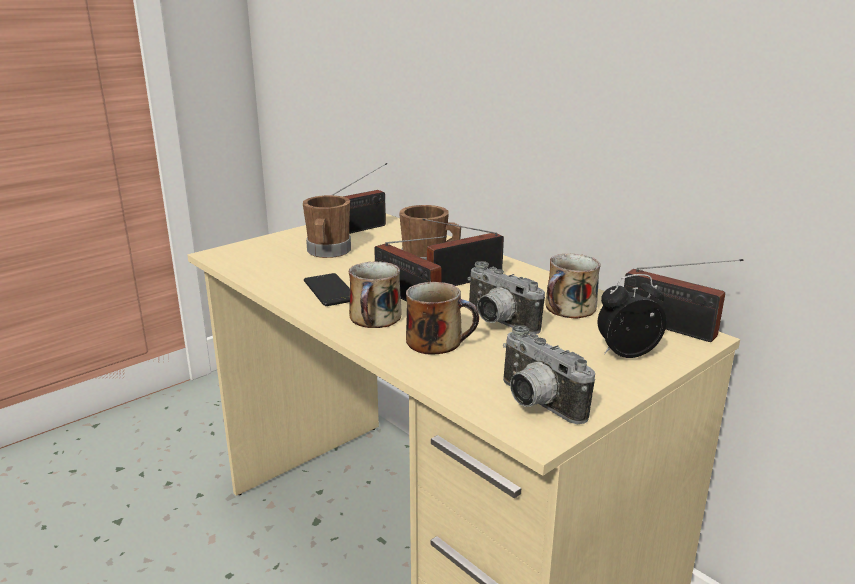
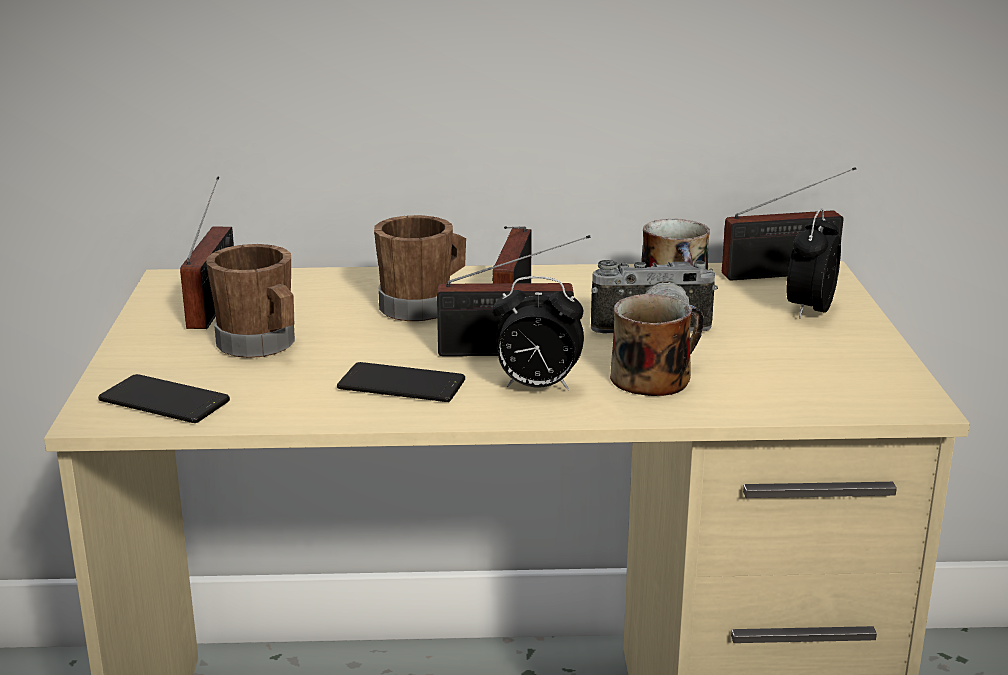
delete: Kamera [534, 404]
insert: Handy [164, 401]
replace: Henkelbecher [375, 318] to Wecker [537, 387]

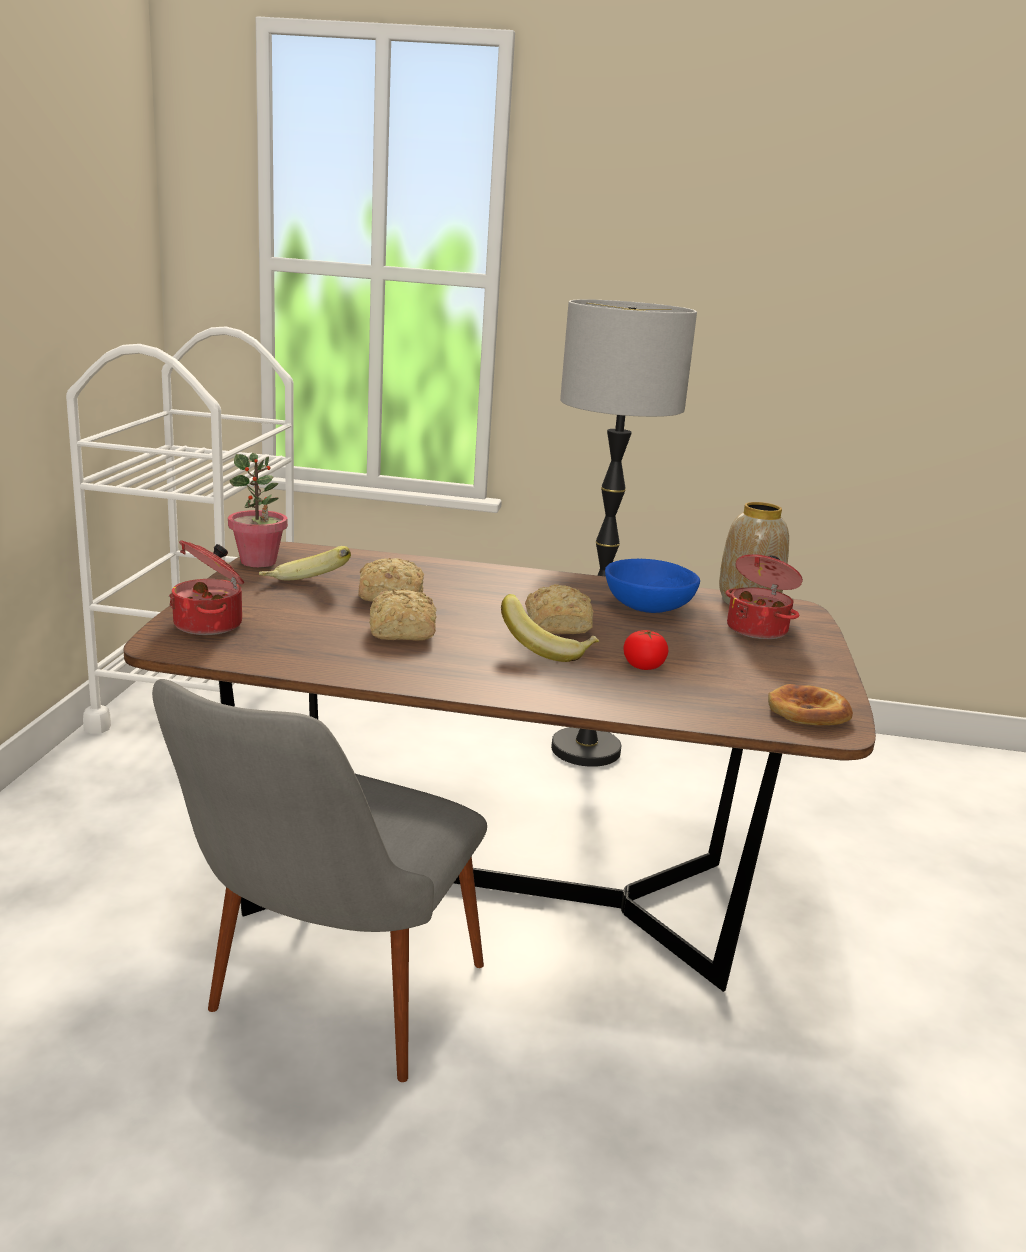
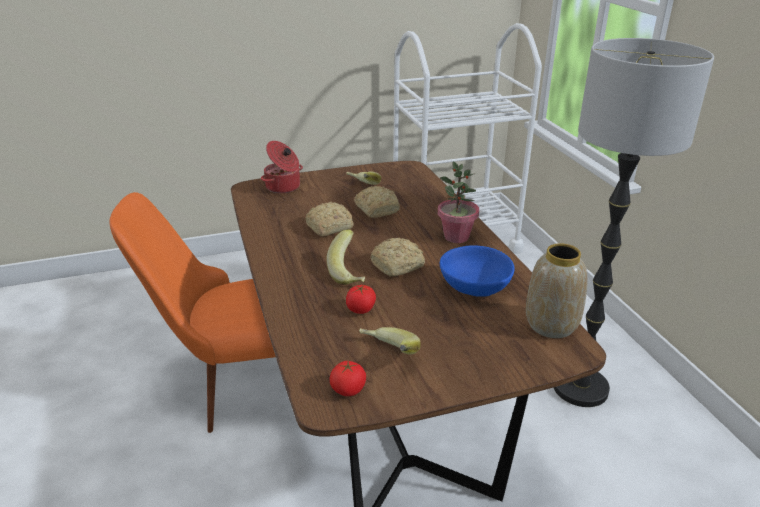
delete: Kochtopf [758, 629]
insert: Banane [387, 355]
move: Topfpflanze [258, 562] to [456, 237]
replace: Brot [807, 712] to Tomate [348, 390]
recolor: Stuhl [grau] [326, 1015] to Stuhl [orange] [238, 389]

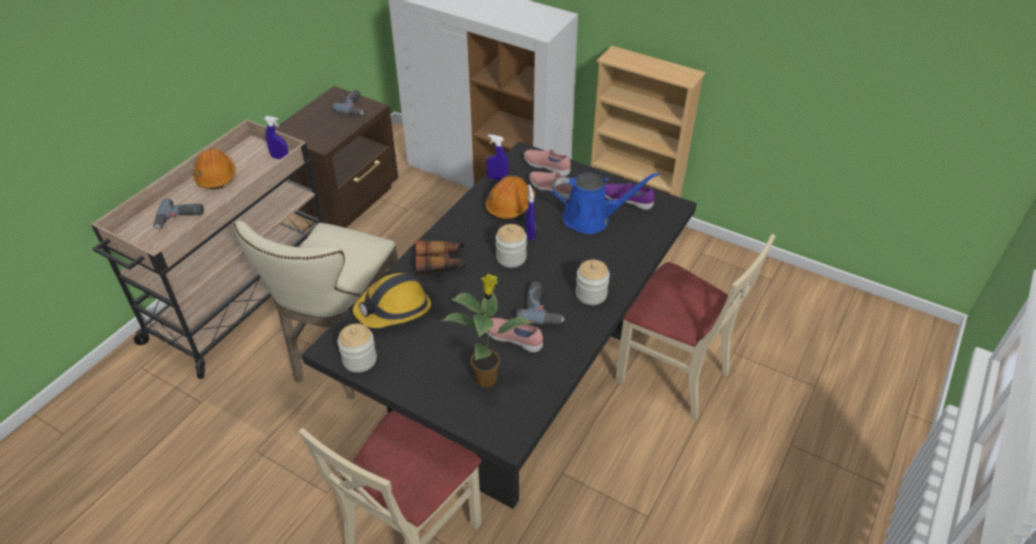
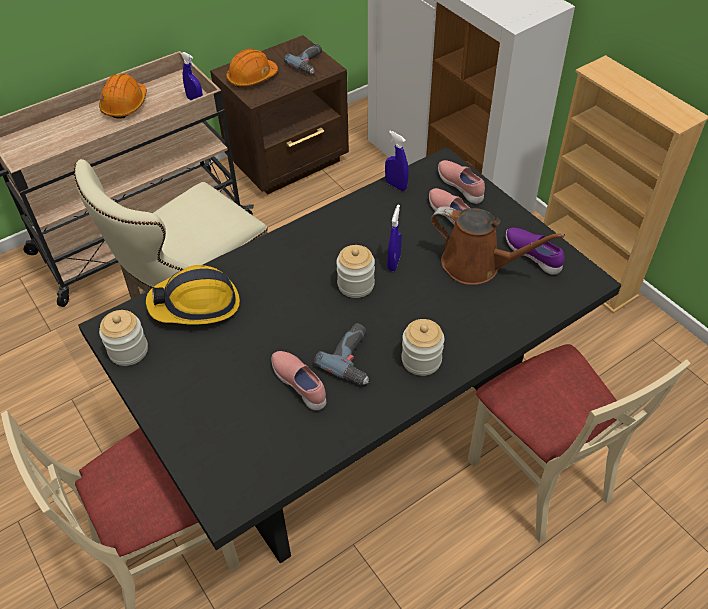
delete: Bohrmaschine [180, 219]; Fernglas [441, 263]; Topfpflanze [487, 377]
move: Schutzhelm [orange] [510, 205] to [252, 78]
recolor: Gießkanne [blau] [591, 218] to Gießkanne [braun] [476, 265]

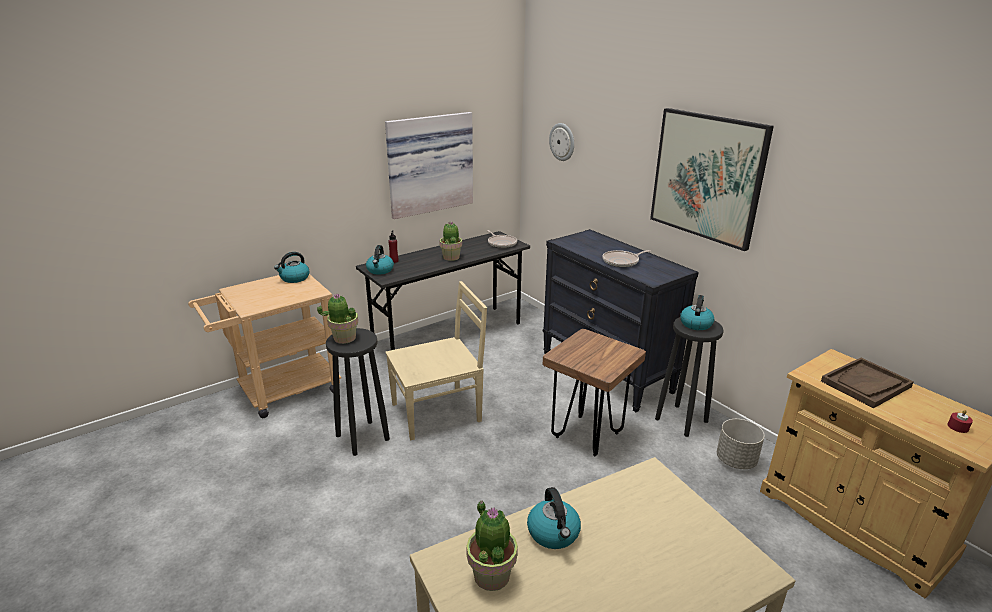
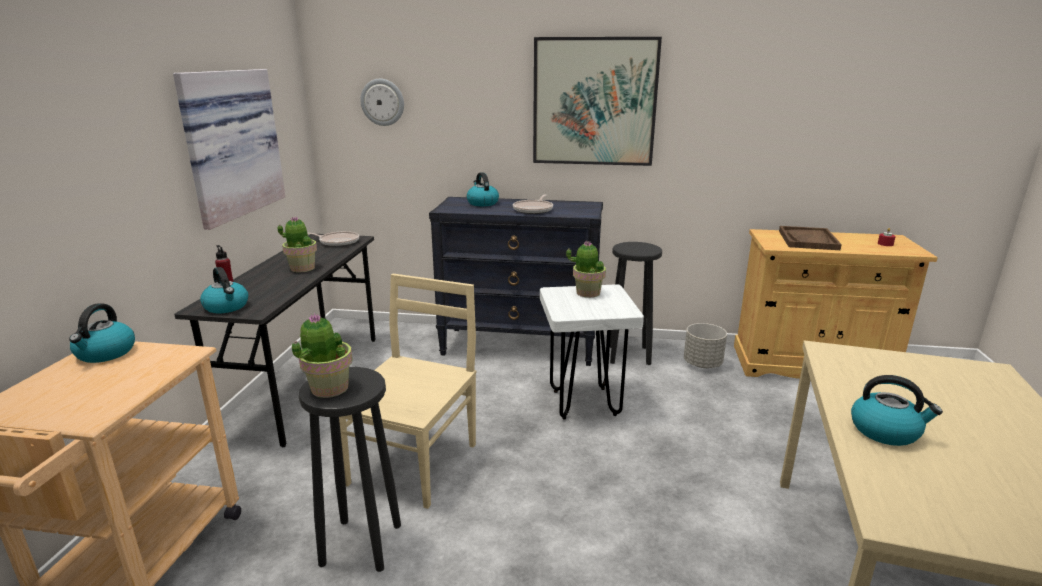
move: Topfpflanze [492, 574] to [587, 293]; Wasserkessel [695, 324] to [482, 203]
recolor: Hocker [braun] [587, 435] to Hocker [weiß] [584, 403]

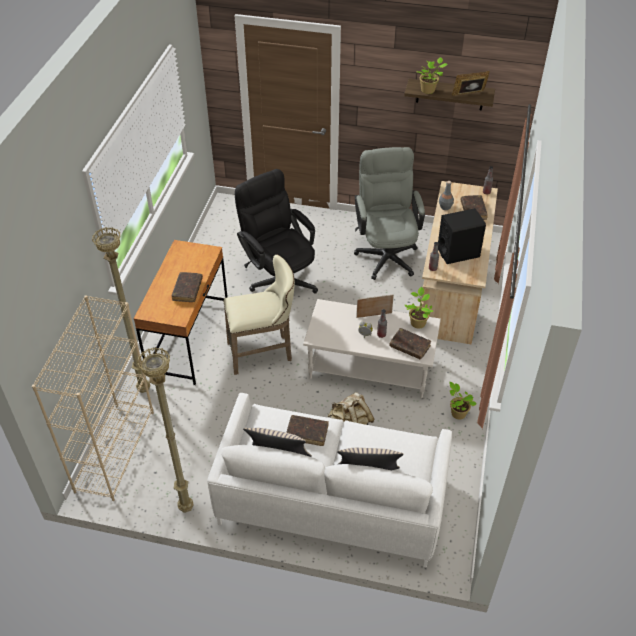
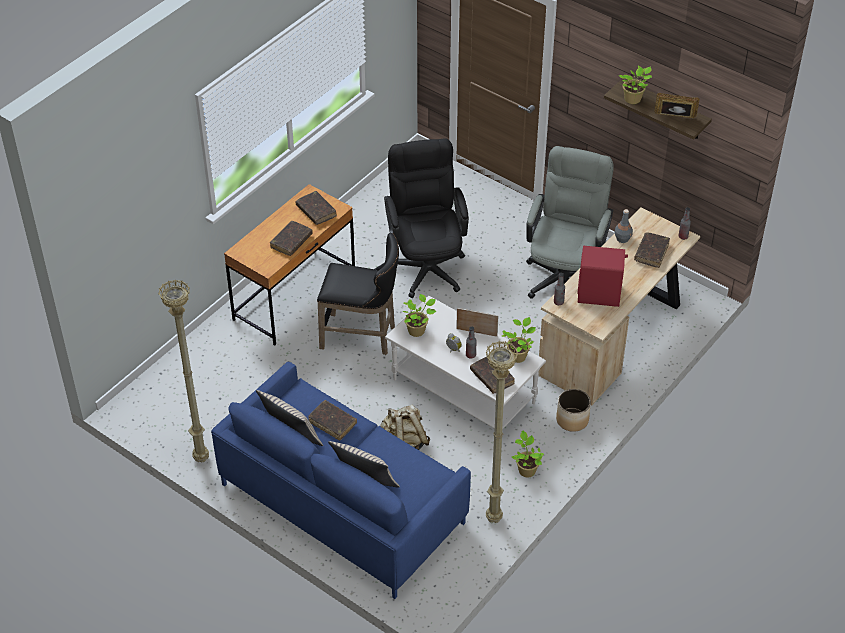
delete: Bücherregal [beige] [115, 450]
insert: Buch [braun] [316, 211]; Topfpflanze [417, 330]; Pflanzkübel [572, 420]
move: Stehlampe [beige] [143, 390] to [492, 519]
recolor: Sofa [weiß] [331, 499] to Sofa [blau] [342, 503]; Hocker [beige] [263, 353] to Hocker [schwarz] [362, 337]; Lautsprecher [schwarz] [458, 253] to Lautsprecher [rot] [599, 294]

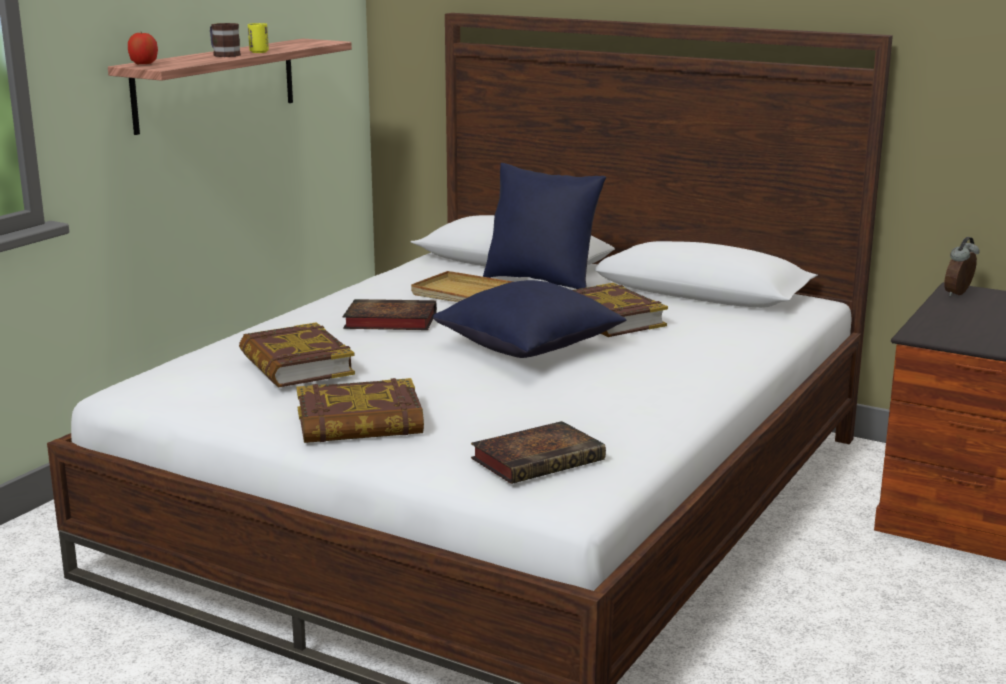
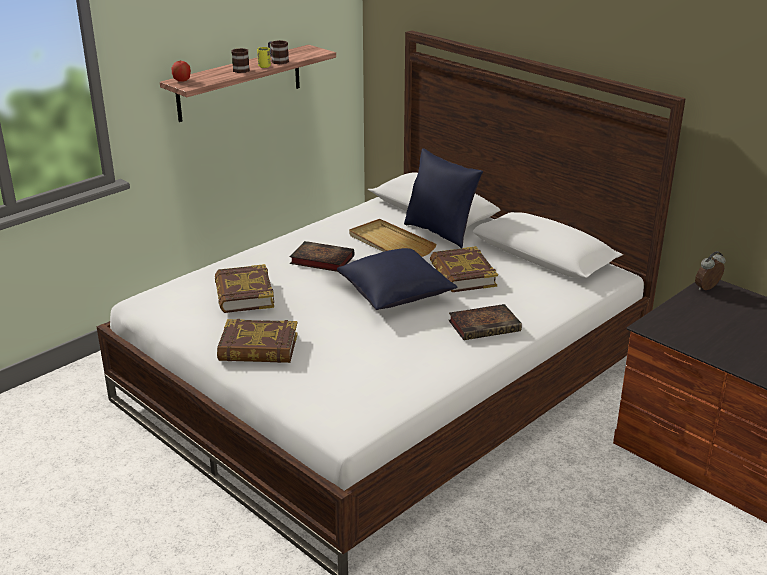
insert: Henkelbecher [277, 61]
move: Buch [539, 459] to [485, 325]

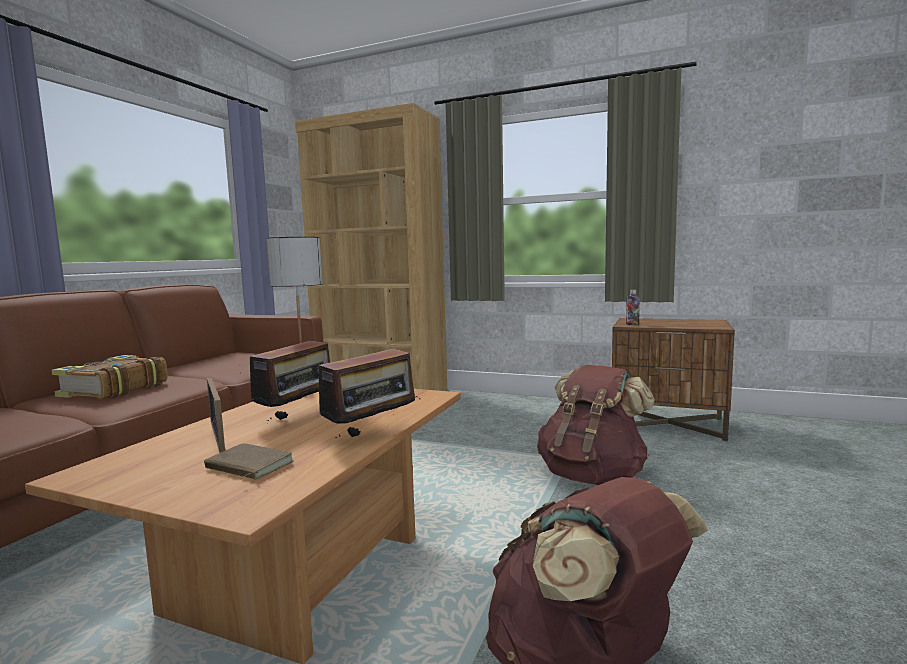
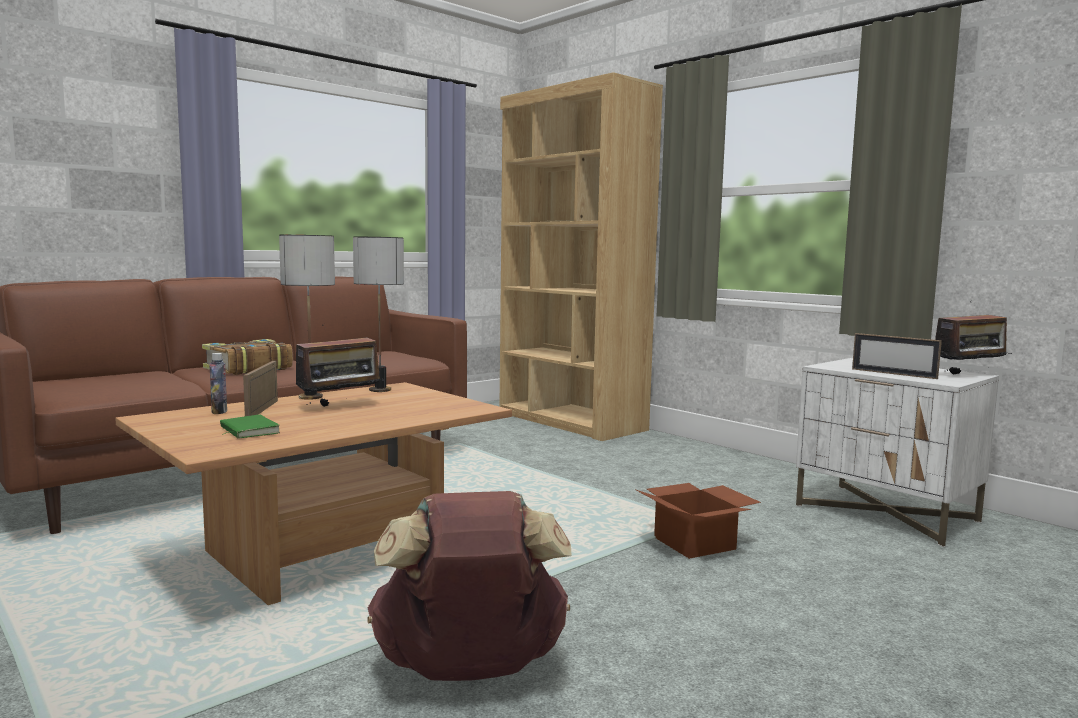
insert: Tischlampe [311, 397]; Bilderrahmen [893, 373]
move: Radio [372, 434] to [969, 375]; Flasche [632, 324] to [219, 412]
replace: Rucksack [braun] [592, 476] to Karton [697, 543]
recolor: Buch [braun] [247, 467] to Buch [grün] [247, 431]; Nachttisch [braun] [668, 424] to Nachttisch [weiß] [887, 514]

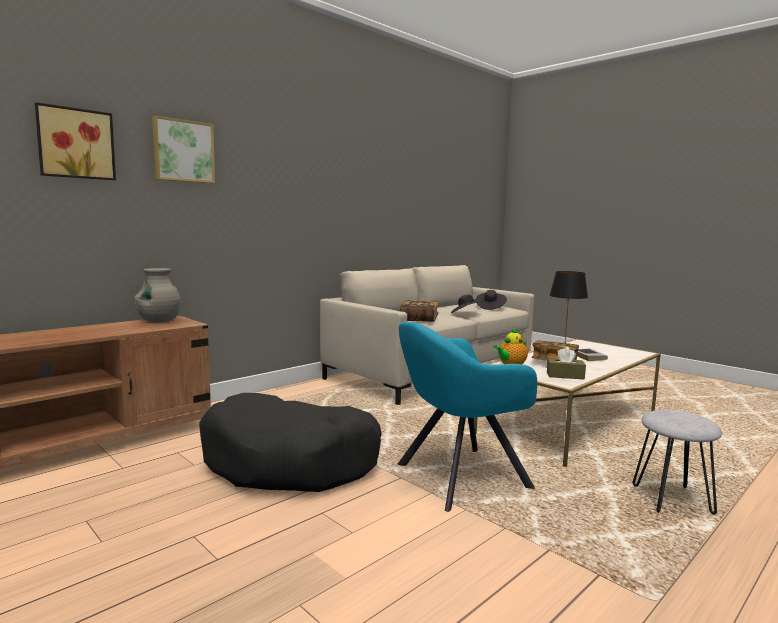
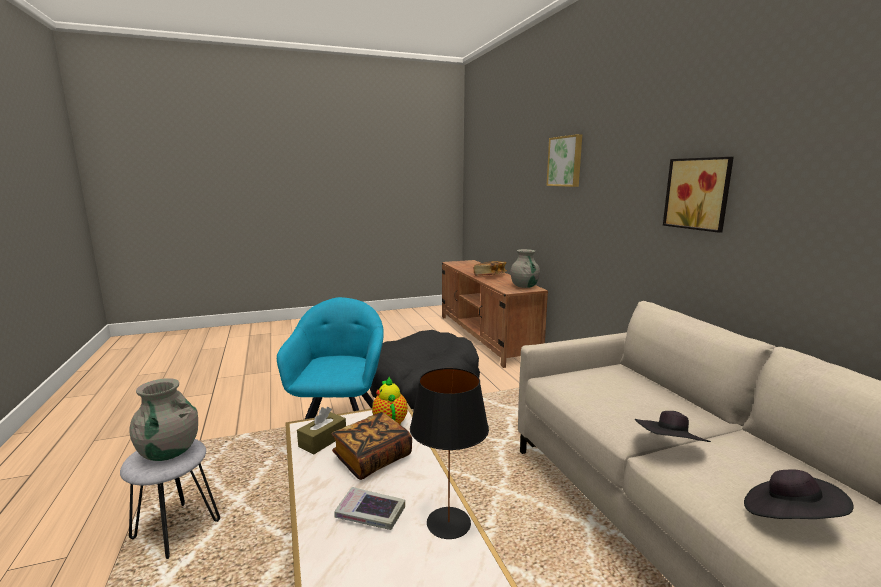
insert: Vase [grau] [169, 452]
move: Bild [75, 143] to [699, 193]; Buch [419, 319] to [490, 275]

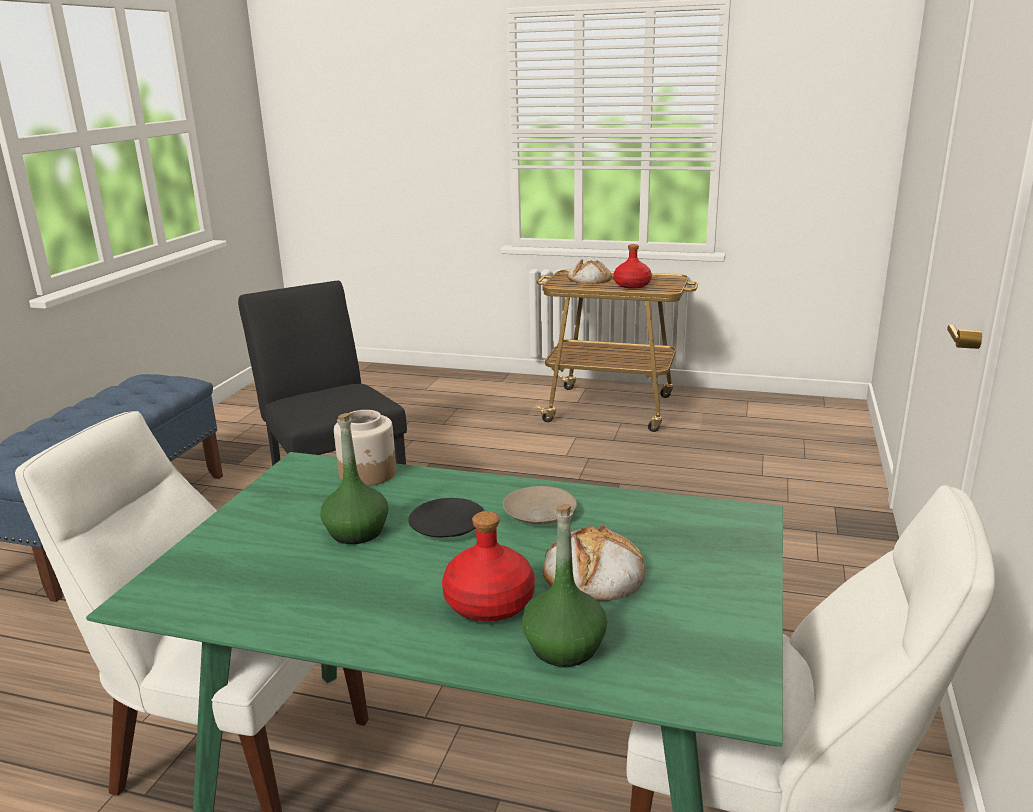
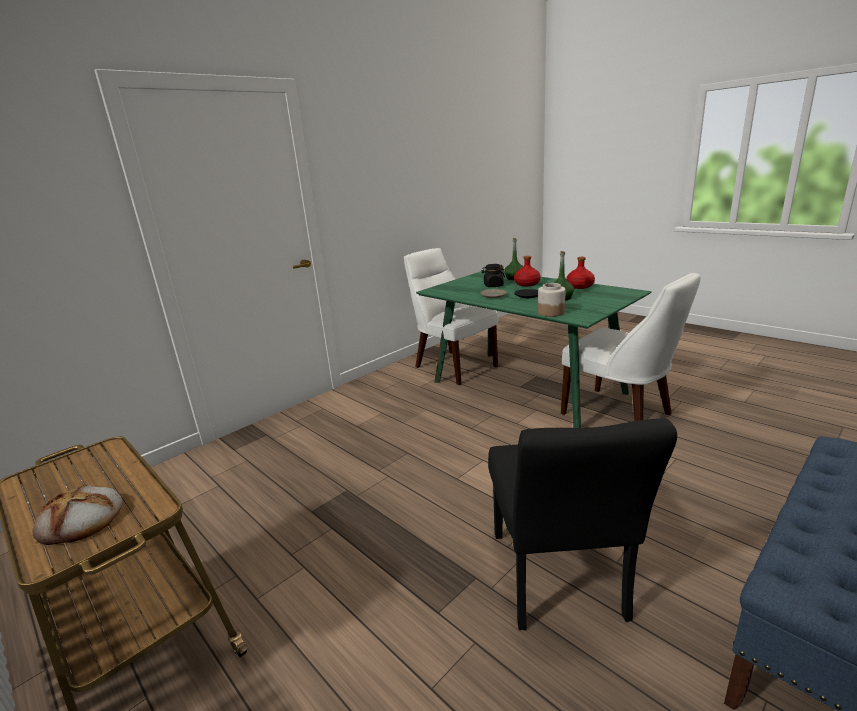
move: Flasche [rot] [632, 285] to [580, 286]
replace: Brot [592, 573] to Vorratsglas [schwarz] [493, 285]

